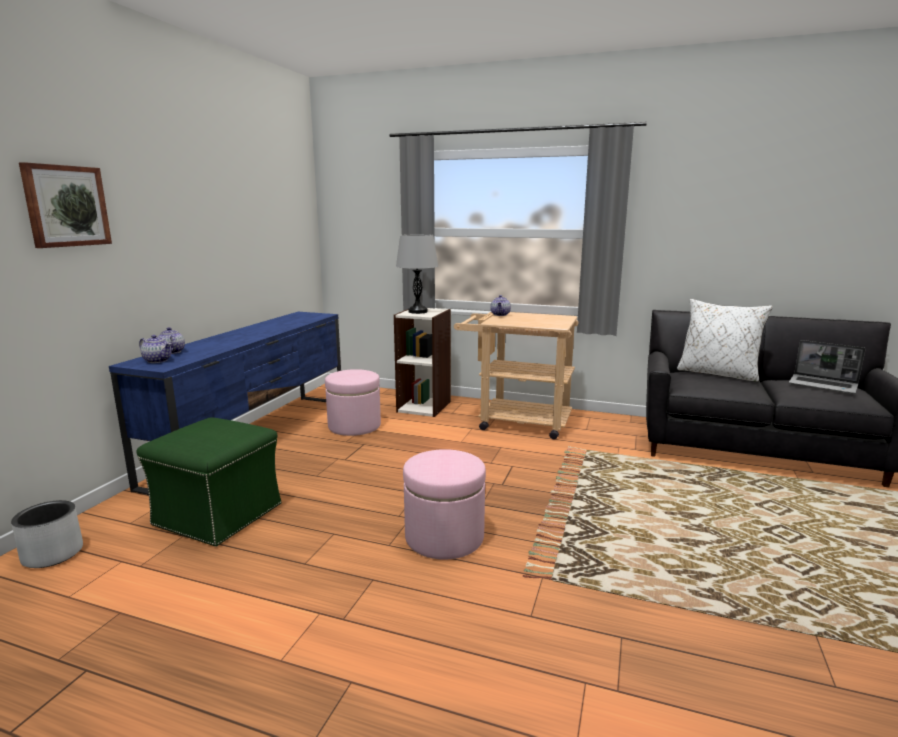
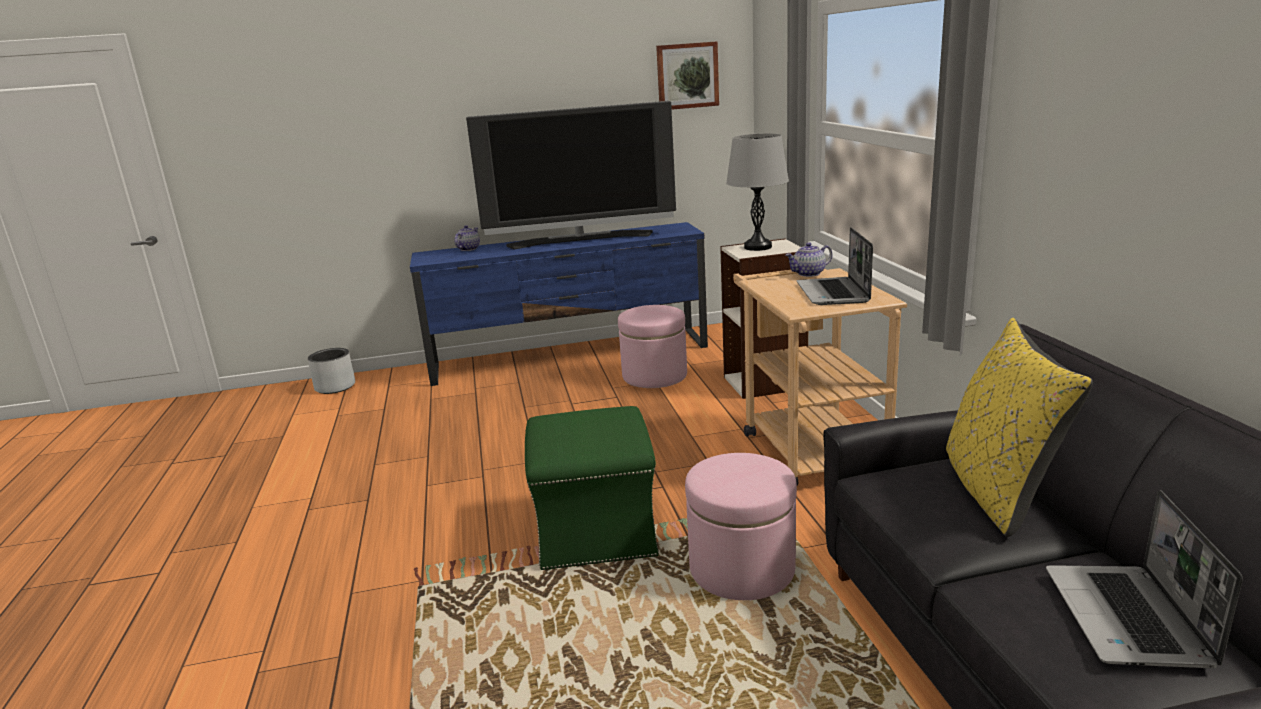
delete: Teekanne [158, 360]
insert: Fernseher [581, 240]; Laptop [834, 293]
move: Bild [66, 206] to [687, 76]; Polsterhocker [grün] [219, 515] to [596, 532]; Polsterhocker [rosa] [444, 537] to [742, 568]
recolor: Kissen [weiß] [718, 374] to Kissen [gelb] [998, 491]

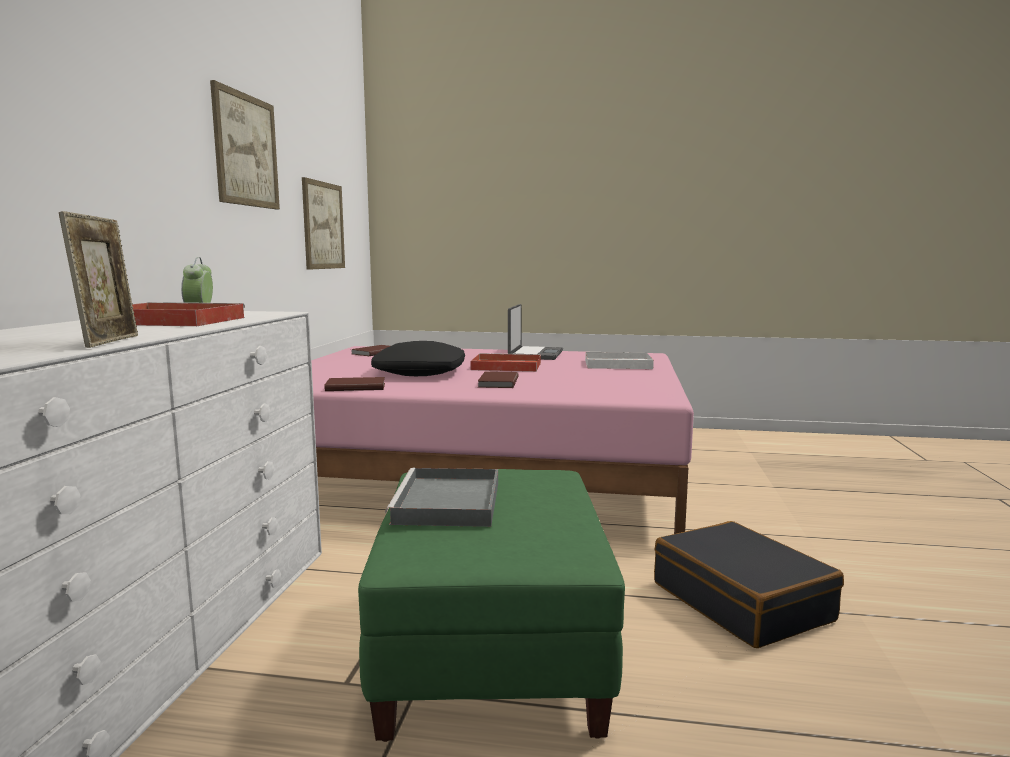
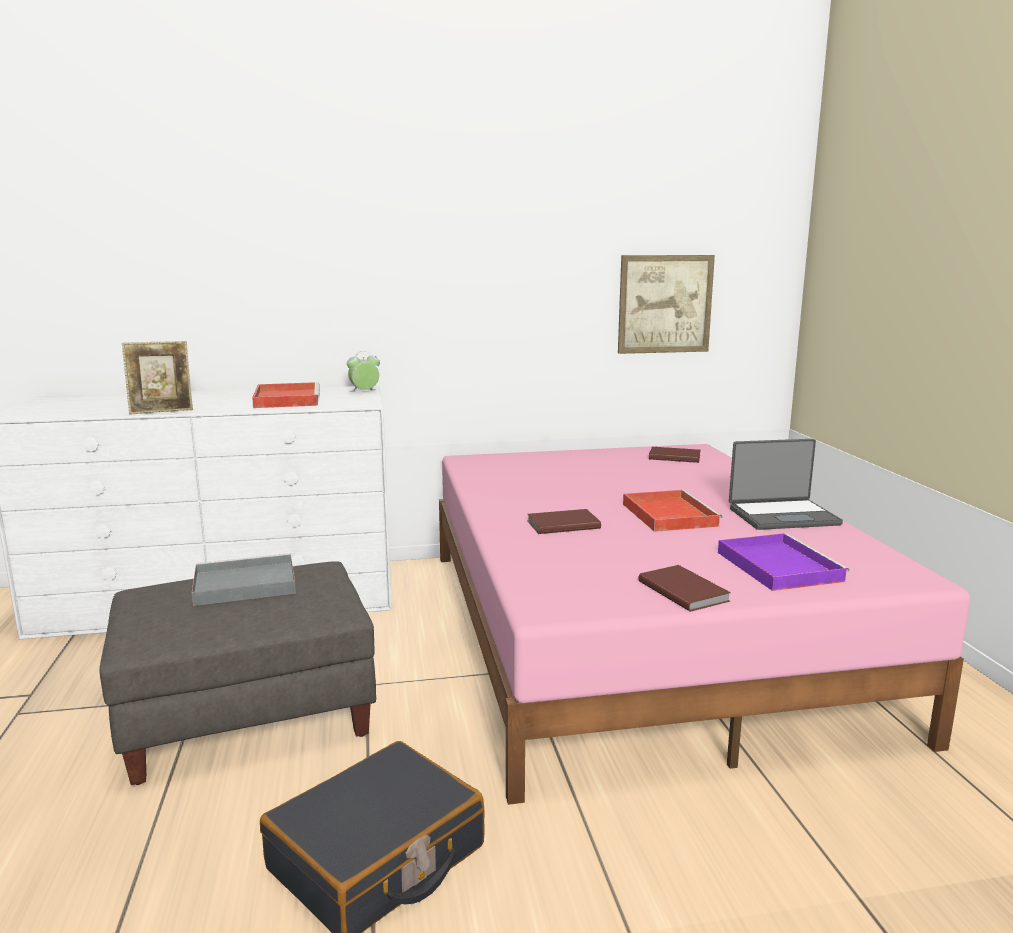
delete: Bild [246, 150]; Kissen [schwarz] [419, 372]
move: Buch [braun] [355, 387] to [684, 590]
recolor: Polsterhocker [grün] [491, 653] to Polsterhocker [grau] [248, 716]; Tablett [weiß] [616, 364] to Tablett [lila] [777, 565]

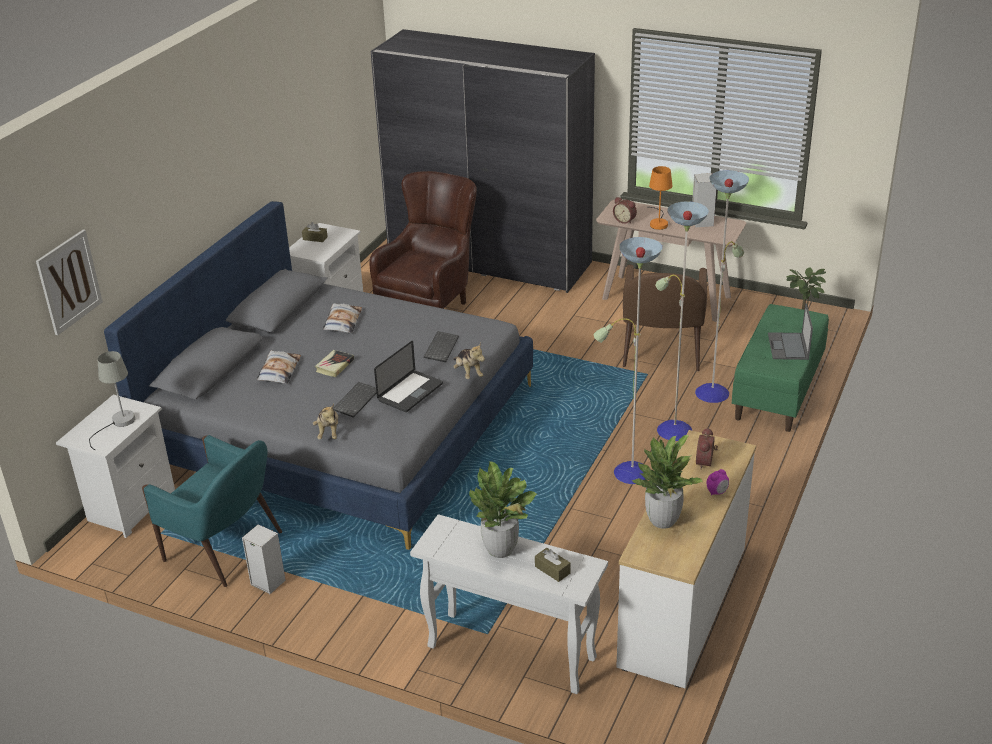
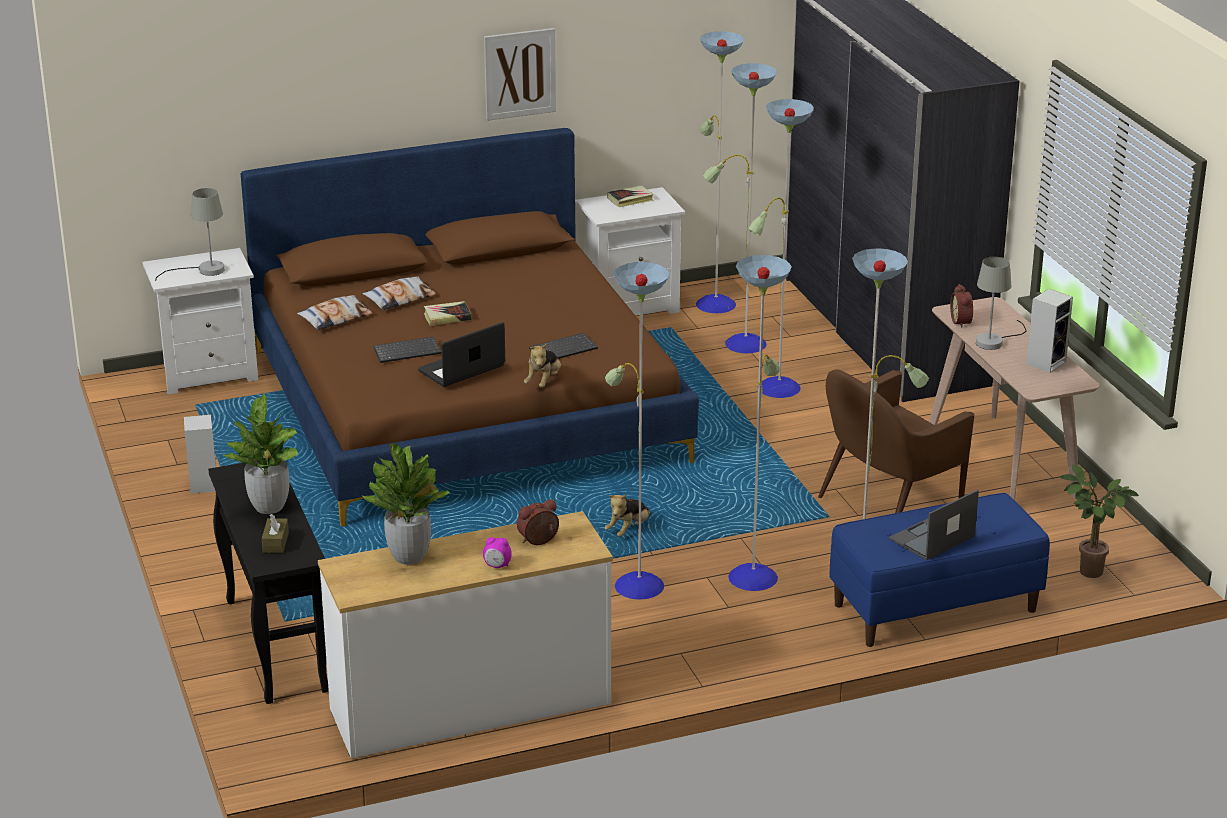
delete: Sessel [türkis] [225, 548]
move: Bild [69, 282] to [520, 73]; Plüschtier [328, 432] to [628, 530]; Kissen [342, 322] to [335, 318]
replace: Taschentuchbox [braun] [315, 238] to Buch [630, 199]; Sessel [braun] [431, 304] to Stehlampe [742, 344]
recolor: Bett [grau] [342, 427] to Bett [braun] [466, 405]; Konsolentisch [weiß] [509, 652] to Konsolentisch [schwarz] [275, 644]; Tischlampe [orange] [658, 222] to Tischlampe [grau] [995, 341]; Bank [grün] [778, 392] to Bank [blau] [934, 608]
rotate: Laptop [410, 392] = [461, 369] 150 degrees clockwise

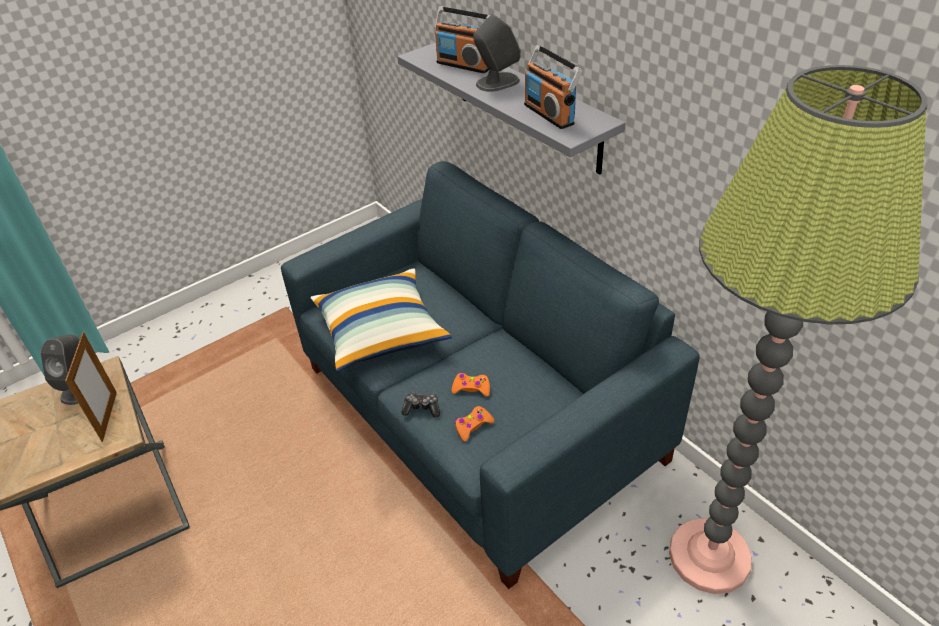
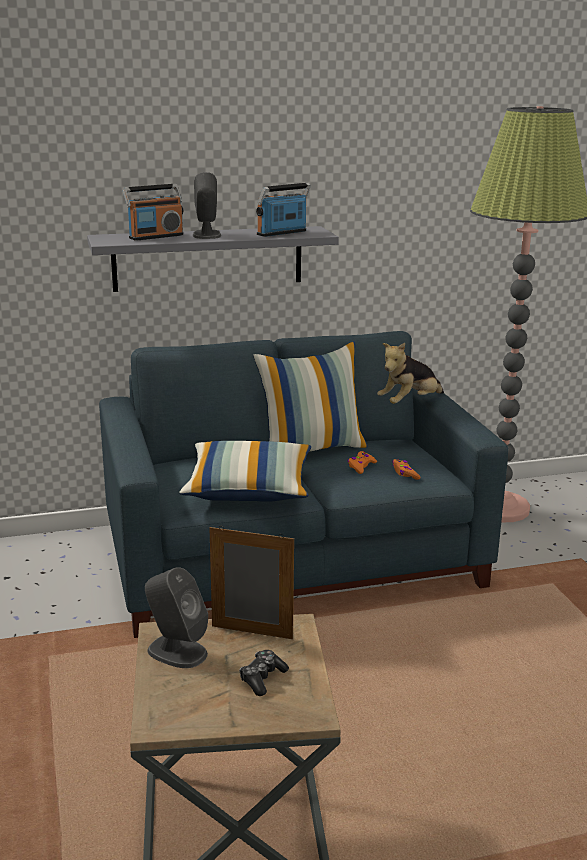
insert: Kissen [311, 449]; Plüschtier [409, 403]
move: Gamepad [422, 408] to [262, 679]
rotate: Radio [549, 114] = [282, 233] 150 degrees clockwise

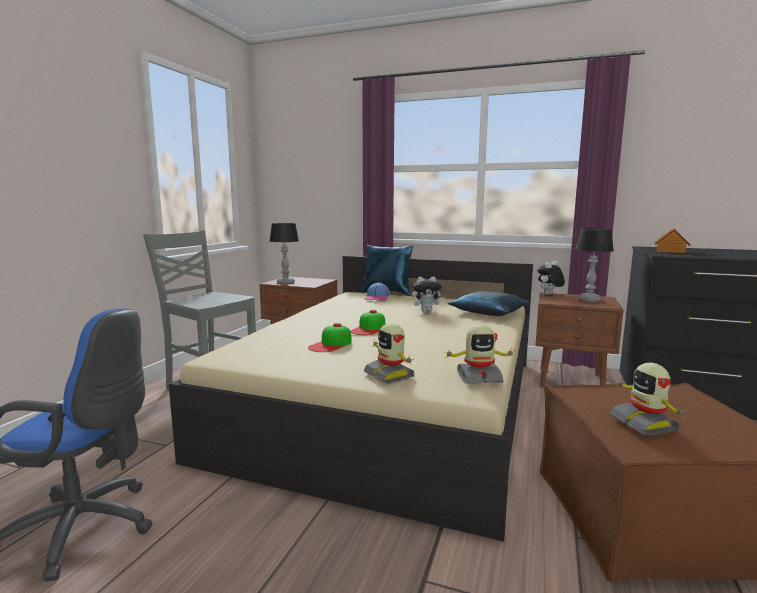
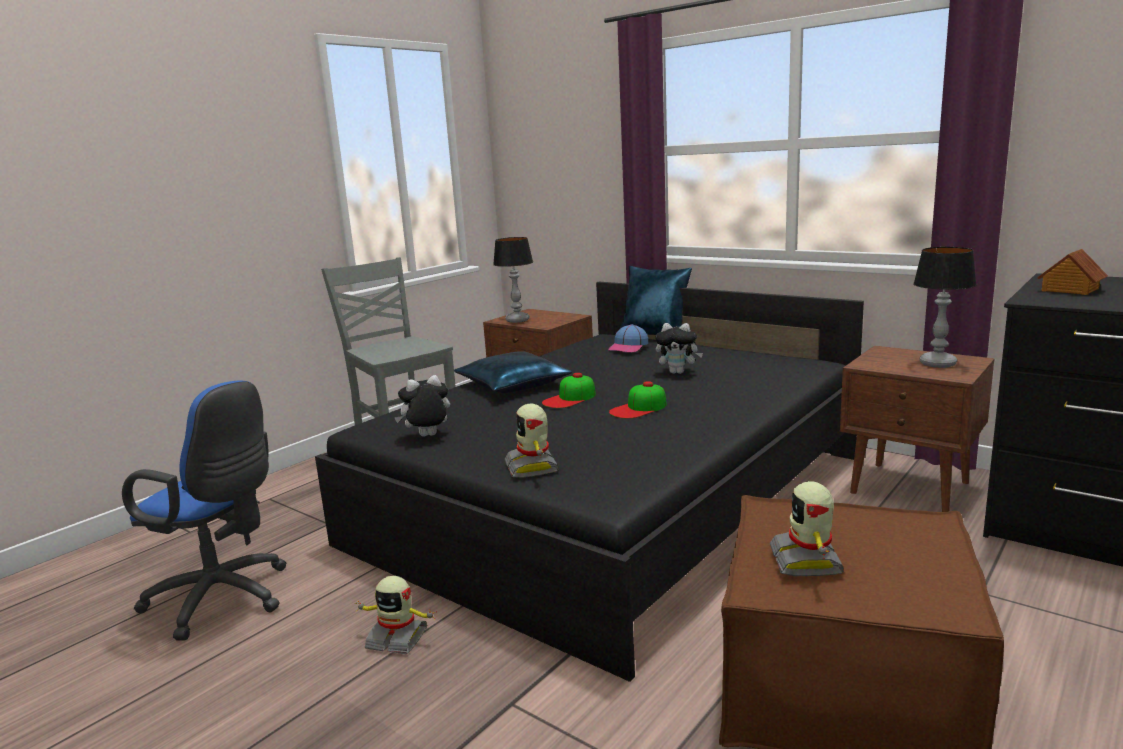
move: Kappe [331, 344] to [639, 408]; Spielzeugroboter [478, 377] to [398, 638]; Kissen [blau] [489, 312] to [513, 385]; Plüschtier [549, 294] to [427, 436]
recolor: Bett [beige] [391, 403] to Bett [schwarz] [612, 498]

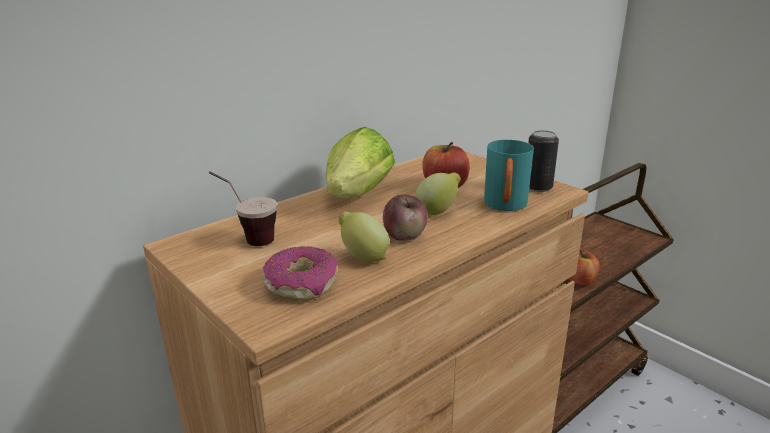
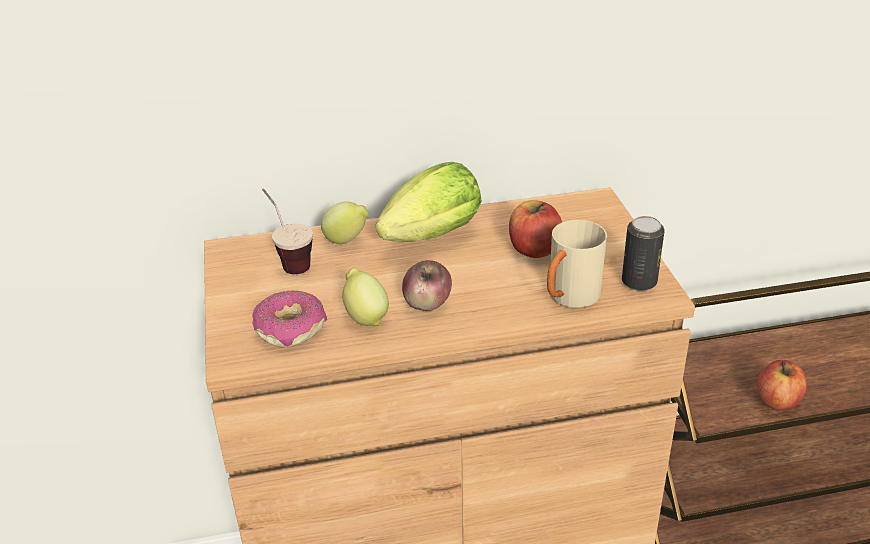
move: Zitrone [437, 212] to [347, 240]
recolor: Henkelbecher [türkis] [505, 207] to Henkelbecher [beige] [568, 299]

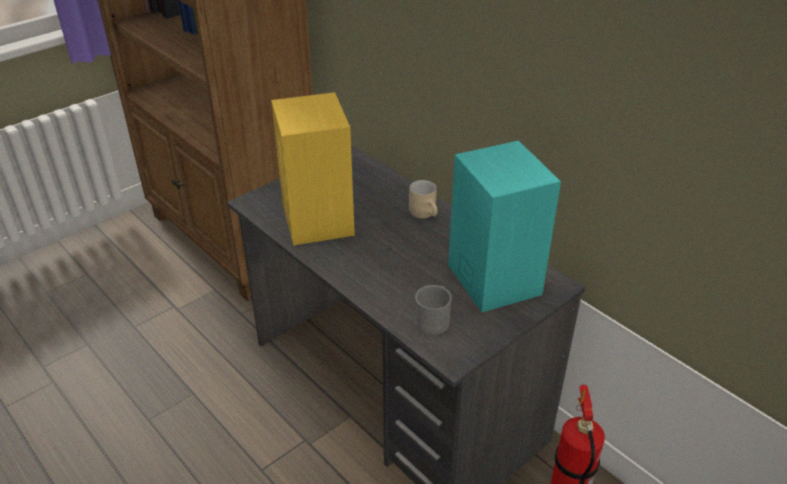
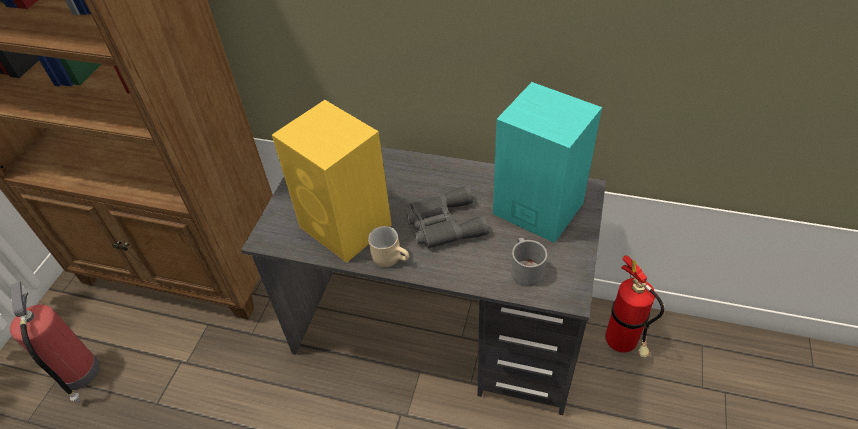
insert: Feuerlöscher [79, 374]; Fernglas [grau] [443, 224]
move: Henkelbecher [beige] [426, 213] to [391, 257]

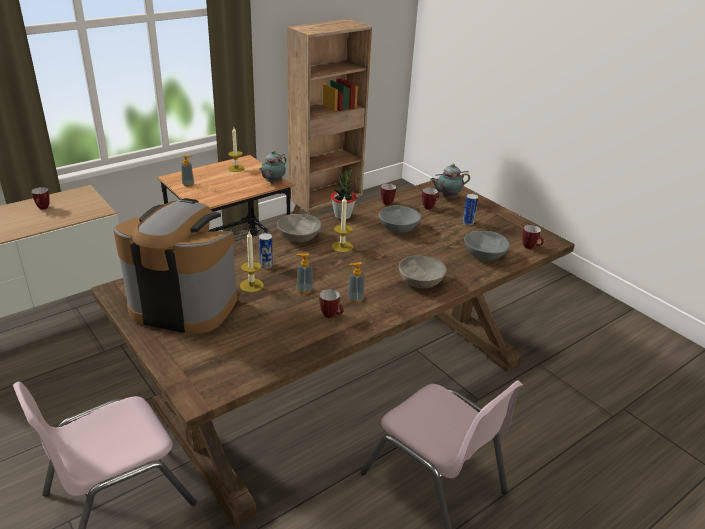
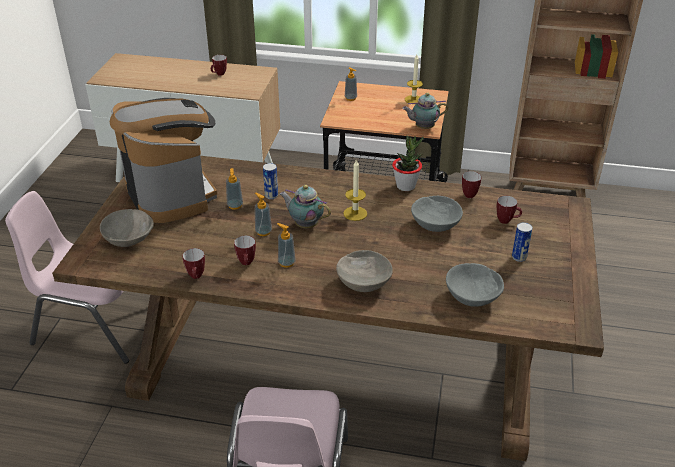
move: Schüssel [grau] [298, 238] to [128, 239]; Teekanne [447, 198] to [305, 225]; Henkelbecher [530, 247] to [196, 277]
replace: Kerze [251, 285] to Seifenspender [235, 205]

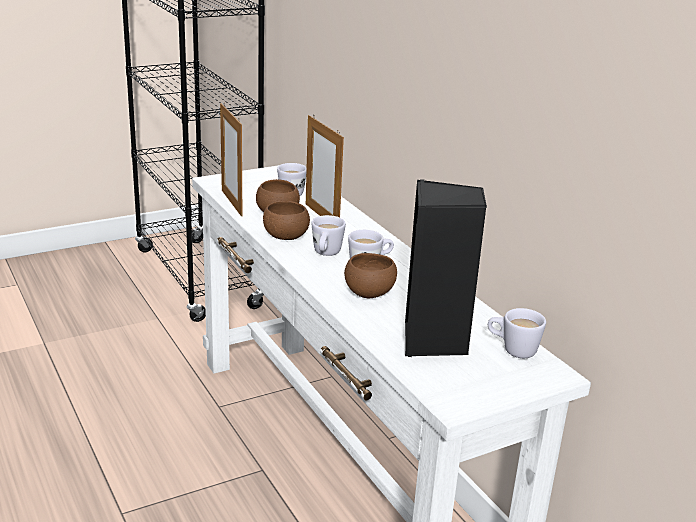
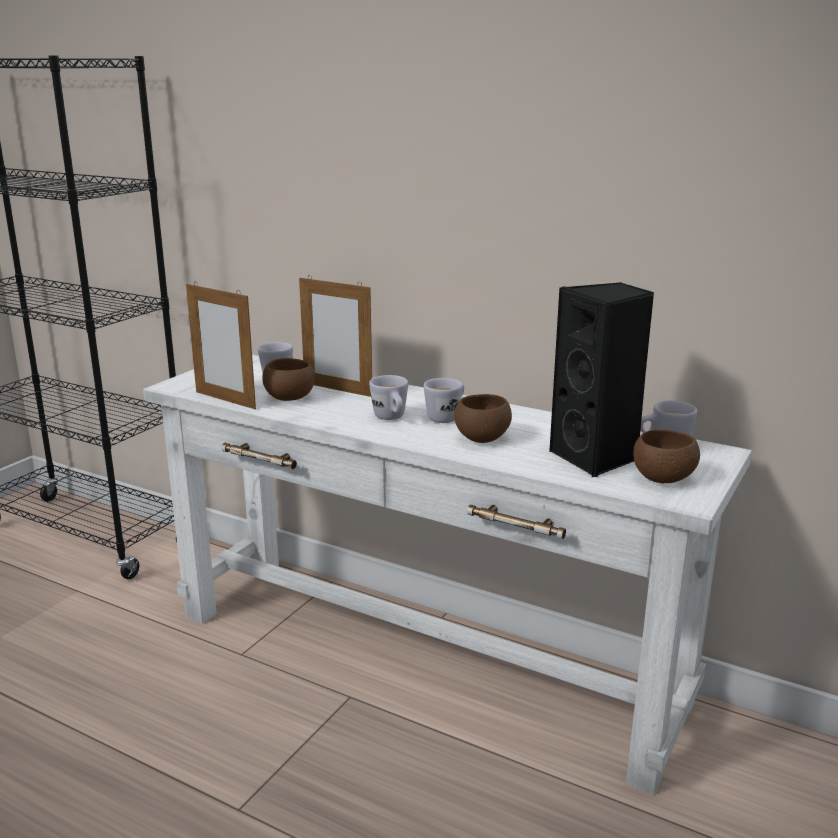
move: Schüssel [braun] [286, 237] to [663, 479]

